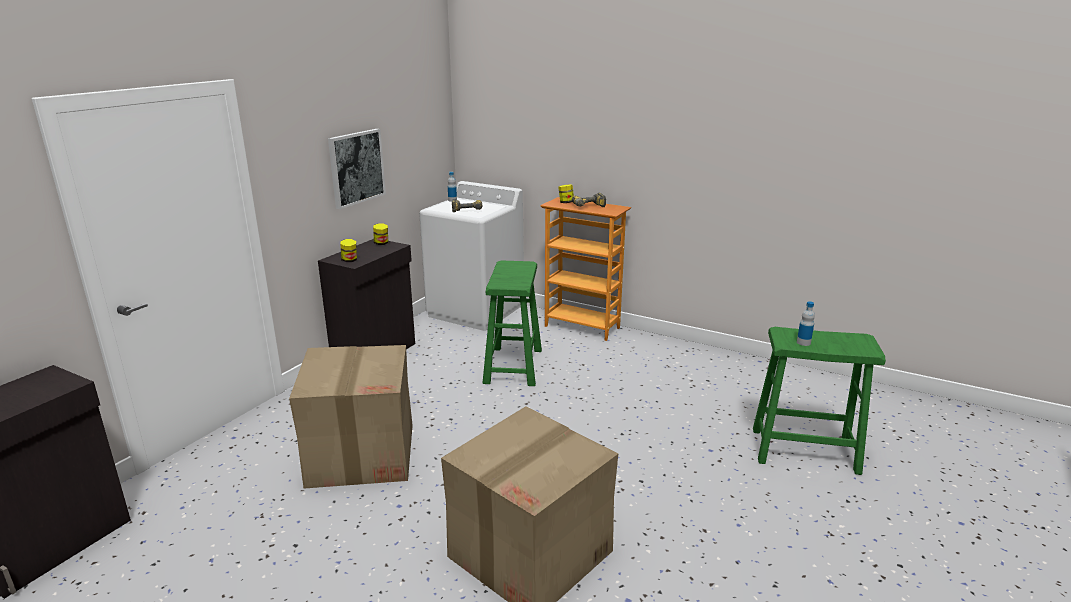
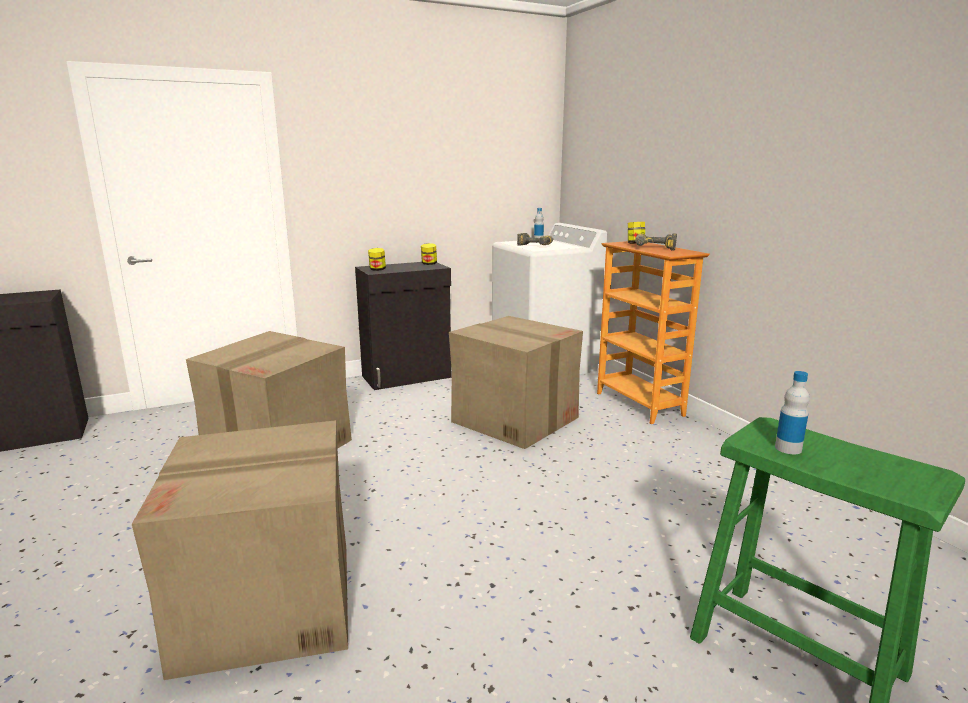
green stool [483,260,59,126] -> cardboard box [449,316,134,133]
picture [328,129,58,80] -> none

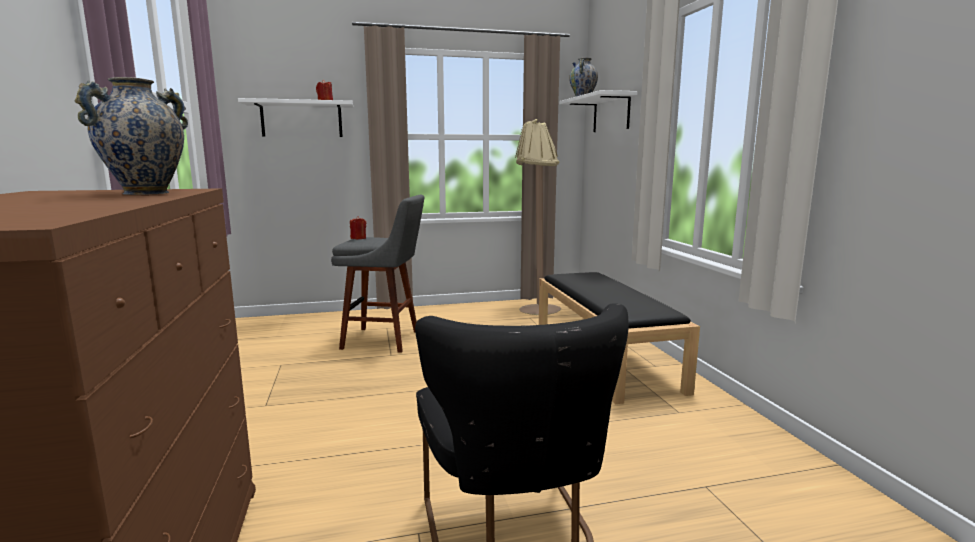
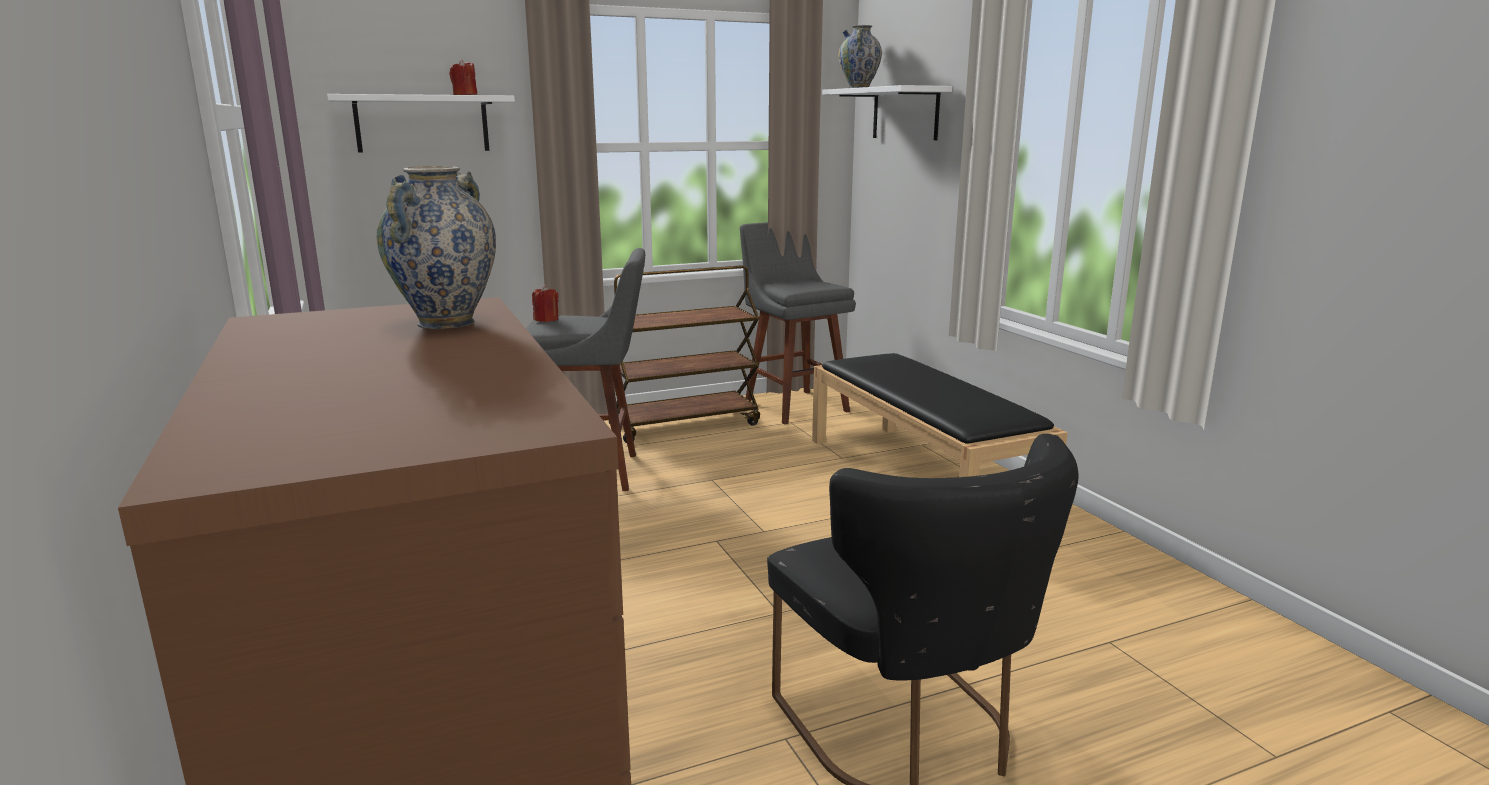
none -> brown cart [609,265,151,178]
beige floor lamp [515,119,46,196] -> grey stool [740,222,116,203]

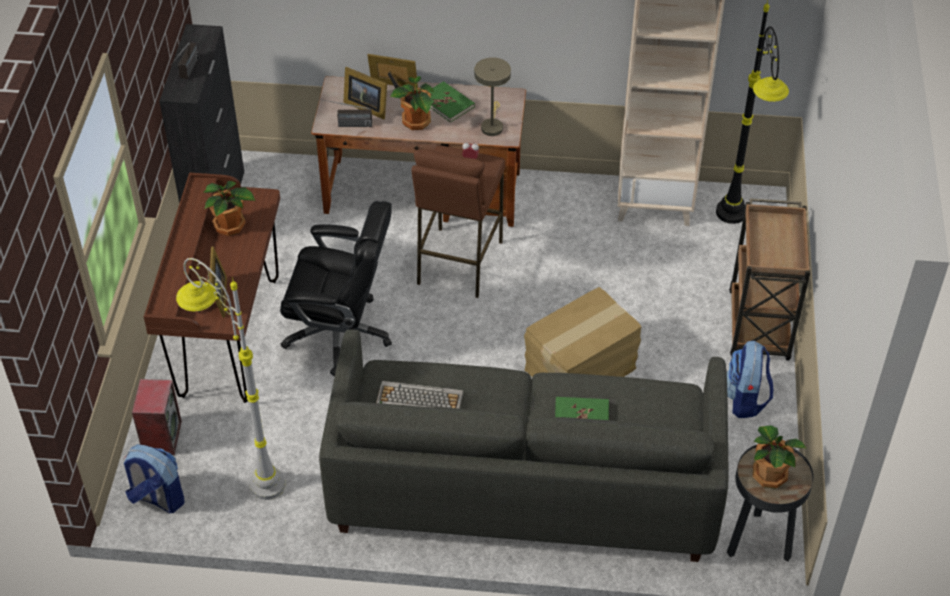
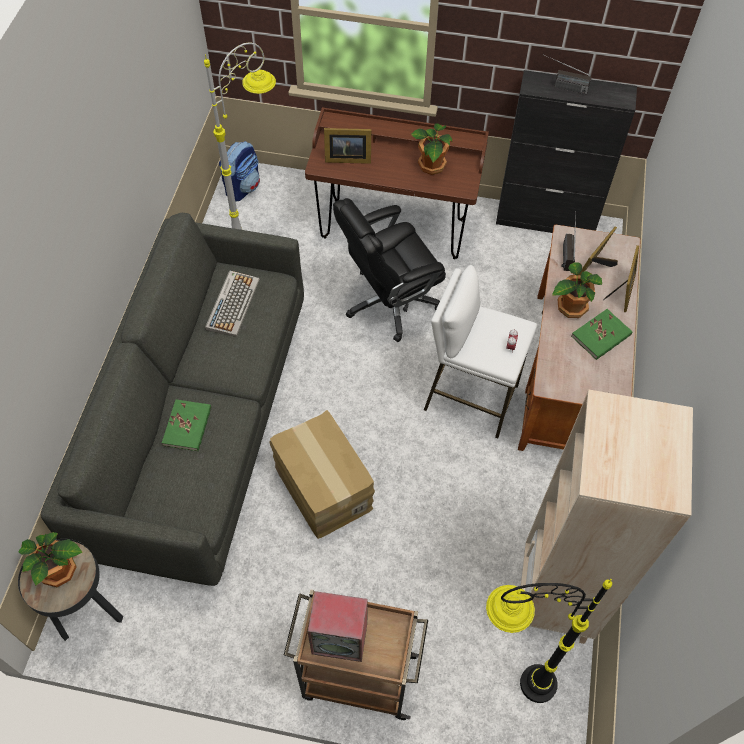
speaker [132,379,50,76] -> speaker [307,591,61,71], shifted
black office chair [280,201,112,176] -> black office chair [333,198,113,144], 45 degrees clockwise
brown stool [411,145,94,153] -> white stool [424,265,113,173]
beige table lamp [474,57,37,79] -> none
backpack [727,341,46,77] -> none

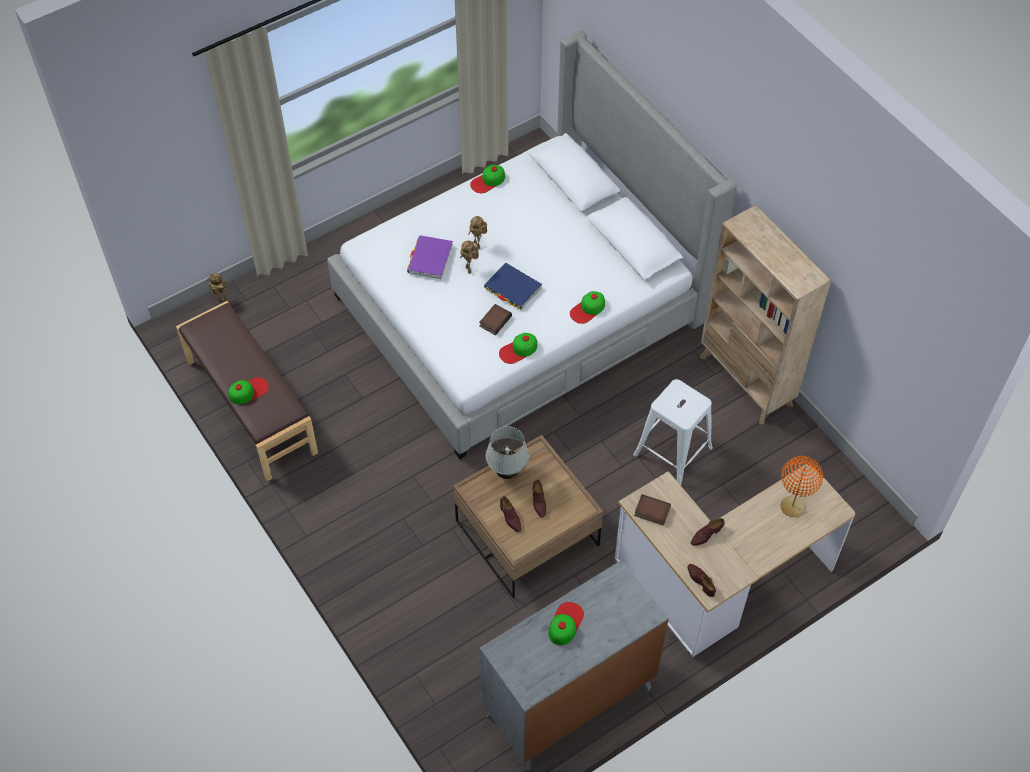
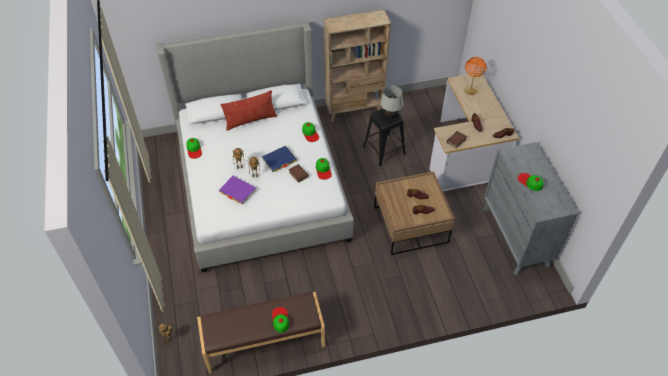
none -> pillow [221,90,56,41]
white stool [633,379,80,106] -> black stool [363,109,43,58]
white table lamp [486,426,43,53] -> white table lamp [380,86,24,32], shifted

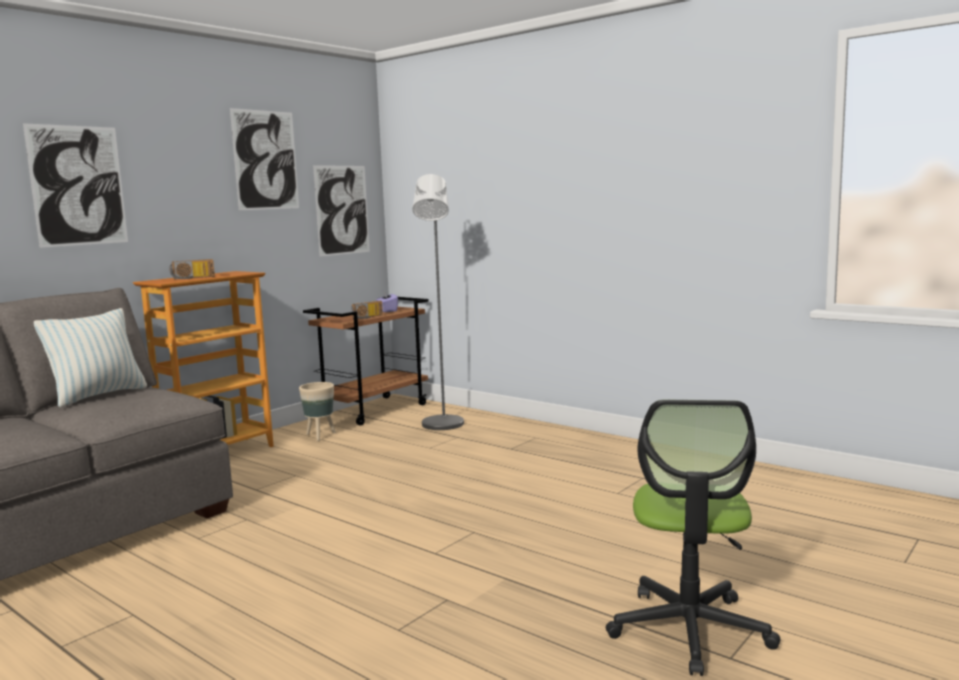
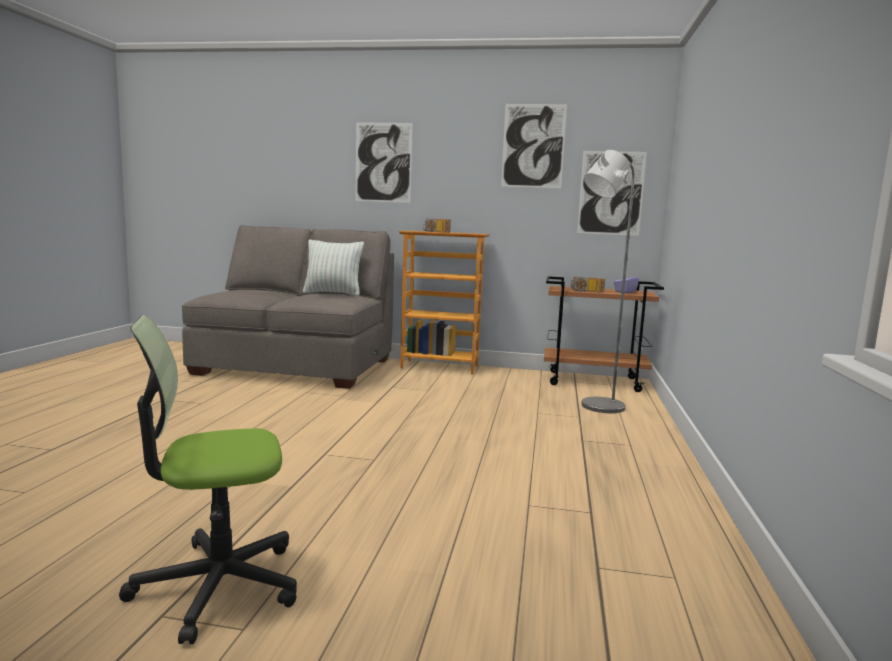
beige planter [299,382,37,59] -> none

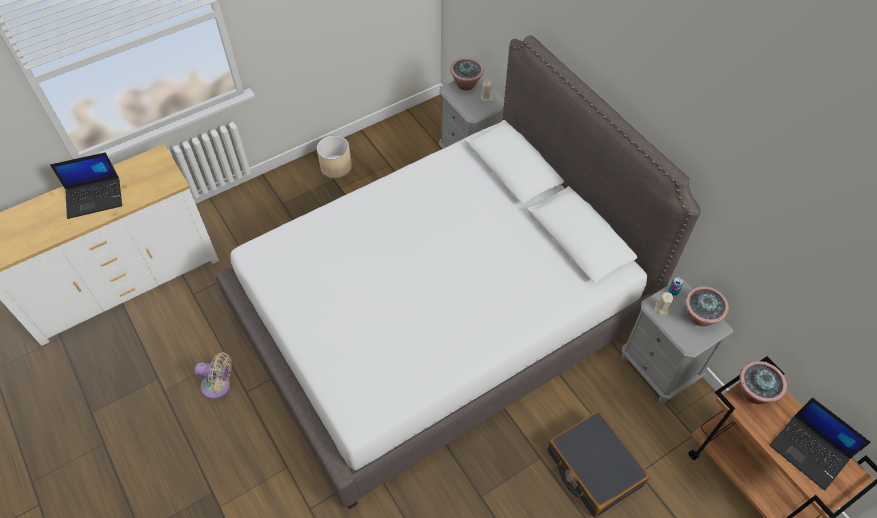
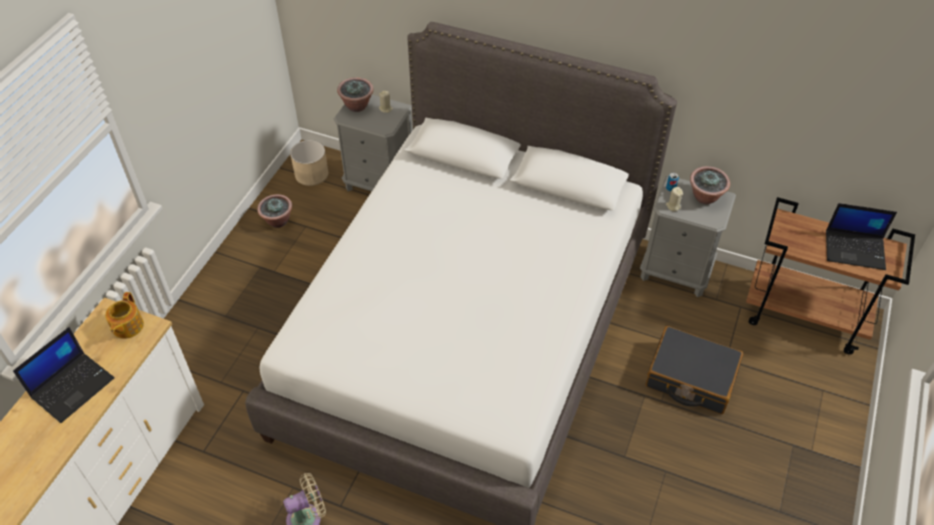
none -> teapot [105,292,39,47]
potted plant [740,361,47,43] -> potted plant [257,194,35,34], shifted
beige planter [317,135,35,43] -> beige planter [290,140,38,46], shifted

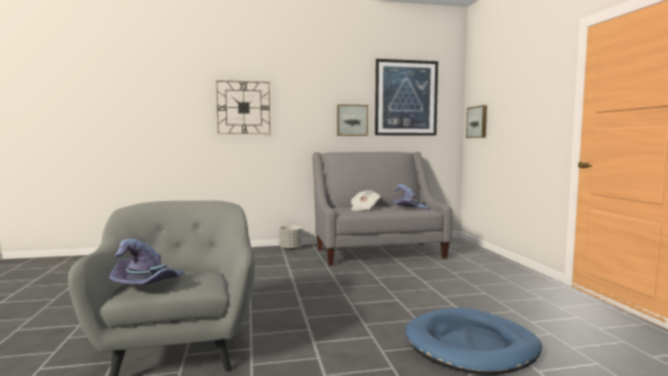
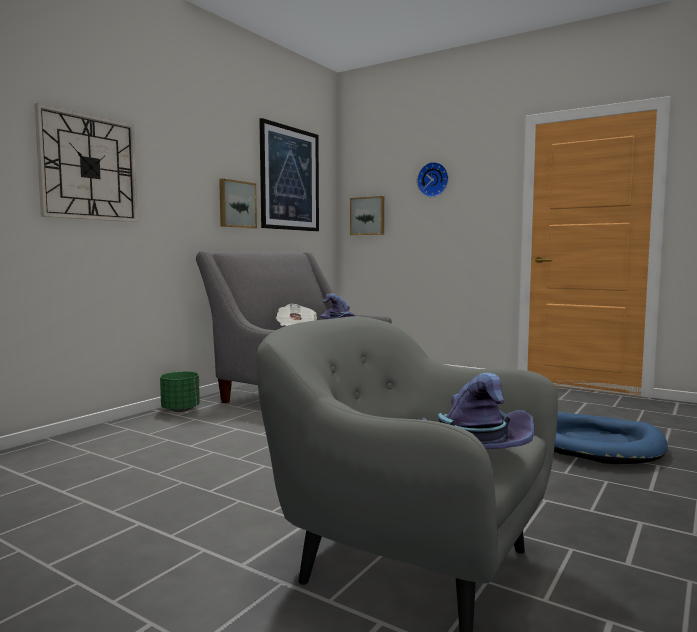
grey planter [279,225,23,25] -> green planter [160,371,40,41]
none -> wall clock [417,162,32,35]

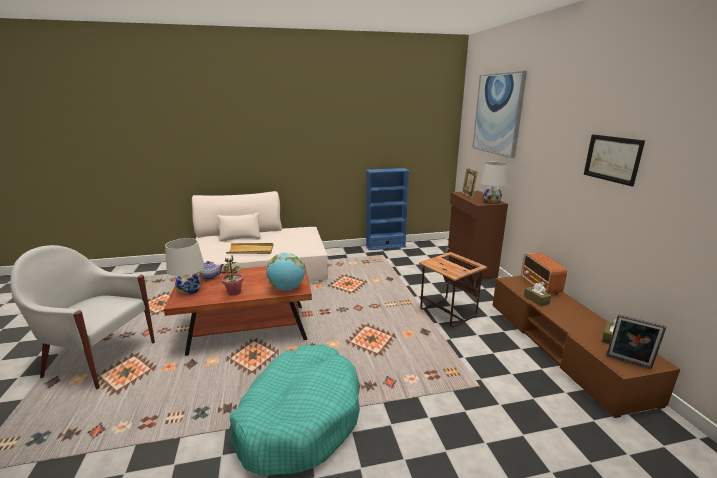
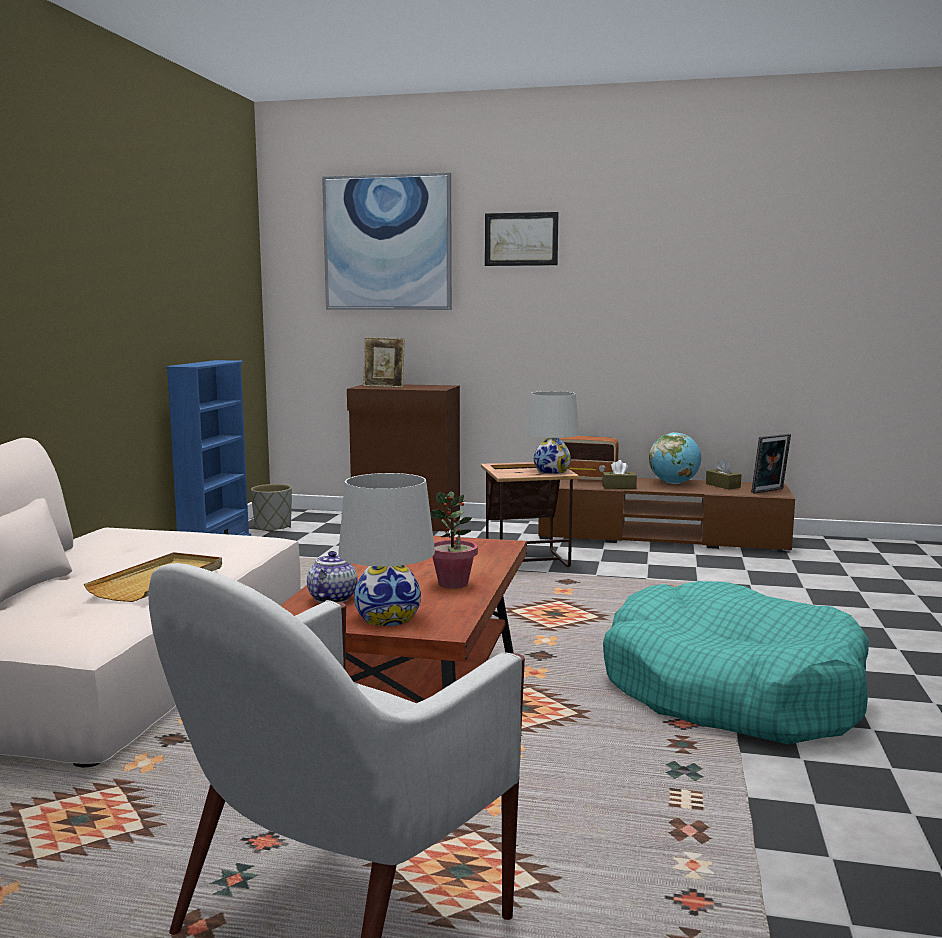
none -> grey planter [251,484,41,48]
picture [584,134,61,53] -> picture [485,212,74,54], shifted
white table lamp [481,162,27,41] -> white table lamp [526,391,53,83], shifted
globe [266,253,39,38] -> globe [649,432,52,52], shifted

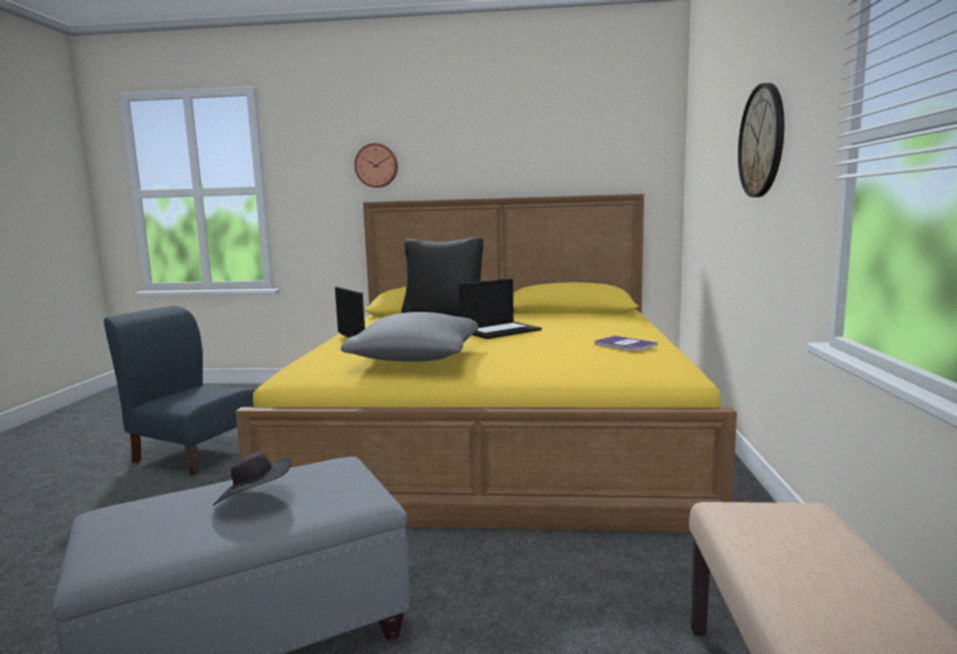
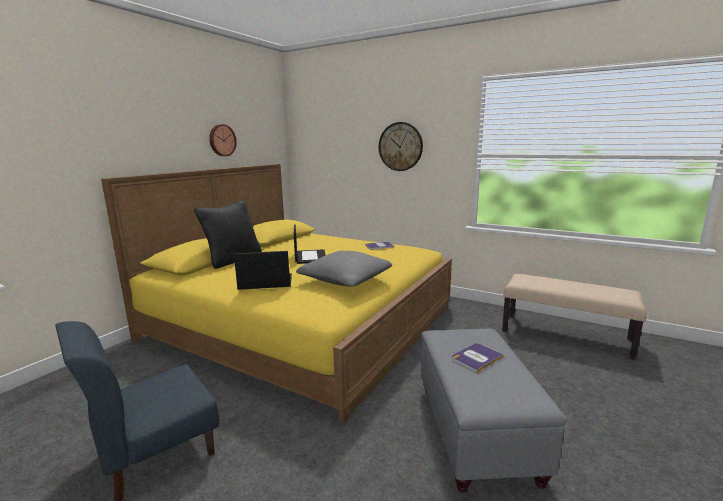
wall clock [354,143,44,45] -> wall clock [209,124,28,32], shifted
black hat [212,452,80,54] -> book [452,343,51,30]

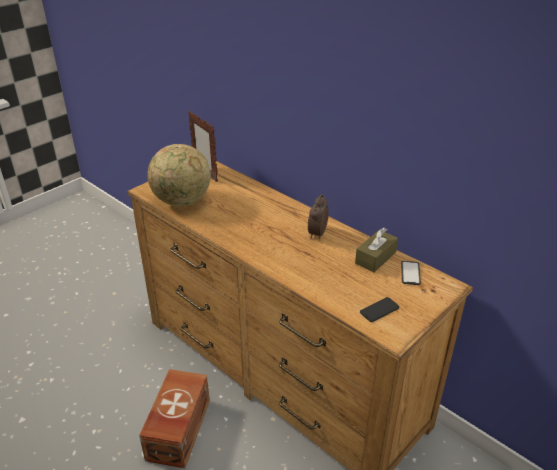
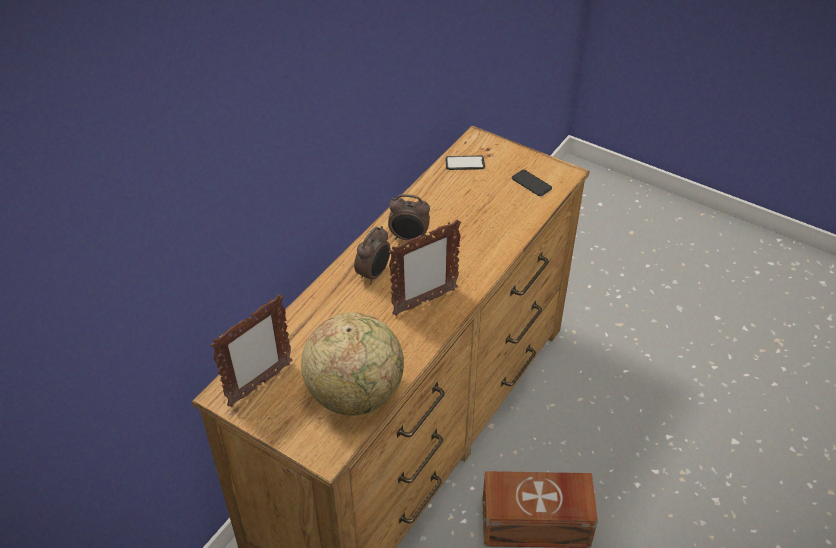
none -> alarm clock [354,226,36,58]
none -> picture frame [388,219,73,97]
brown tissue box [355,228,43,44] -> none

